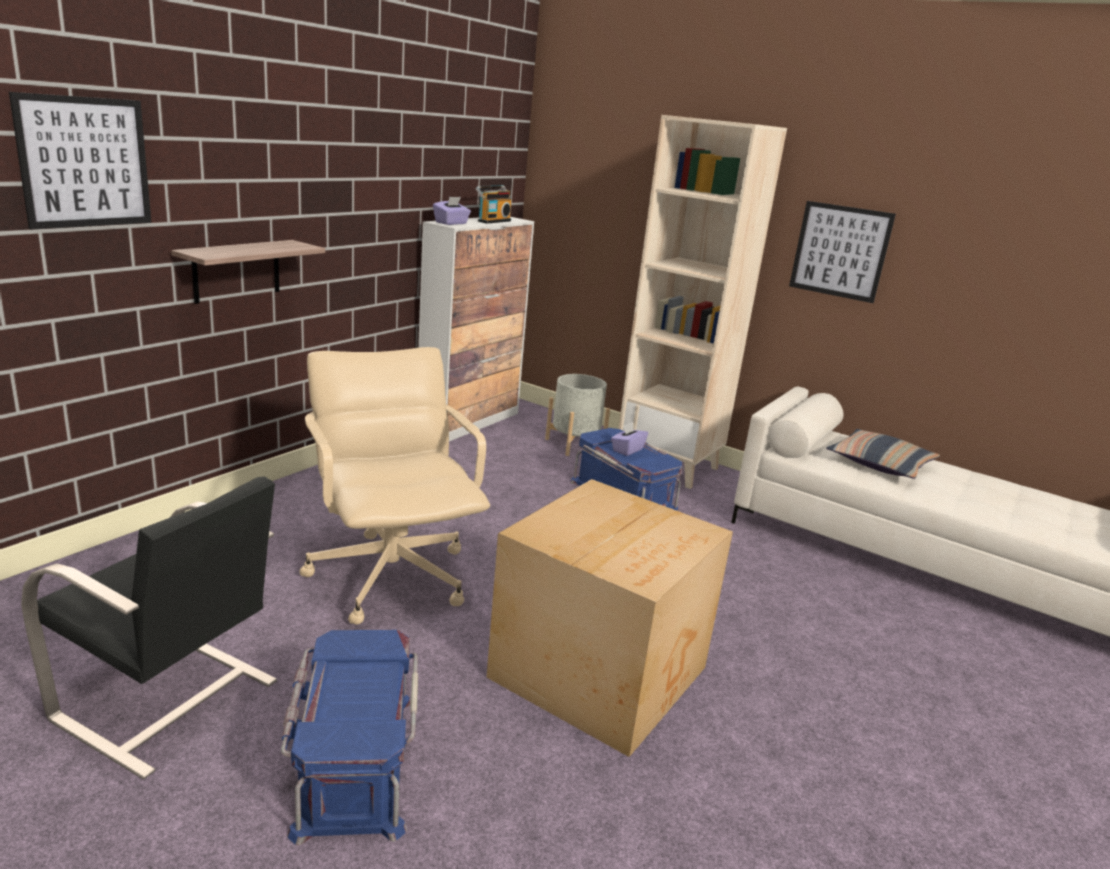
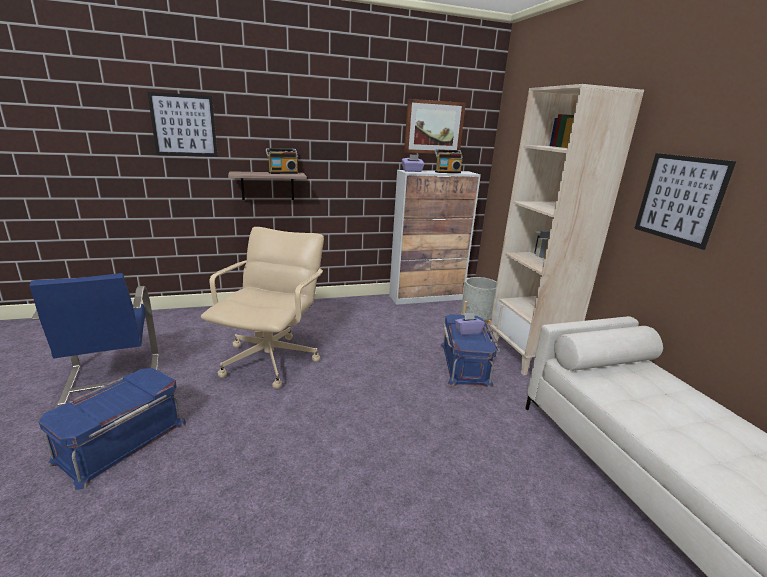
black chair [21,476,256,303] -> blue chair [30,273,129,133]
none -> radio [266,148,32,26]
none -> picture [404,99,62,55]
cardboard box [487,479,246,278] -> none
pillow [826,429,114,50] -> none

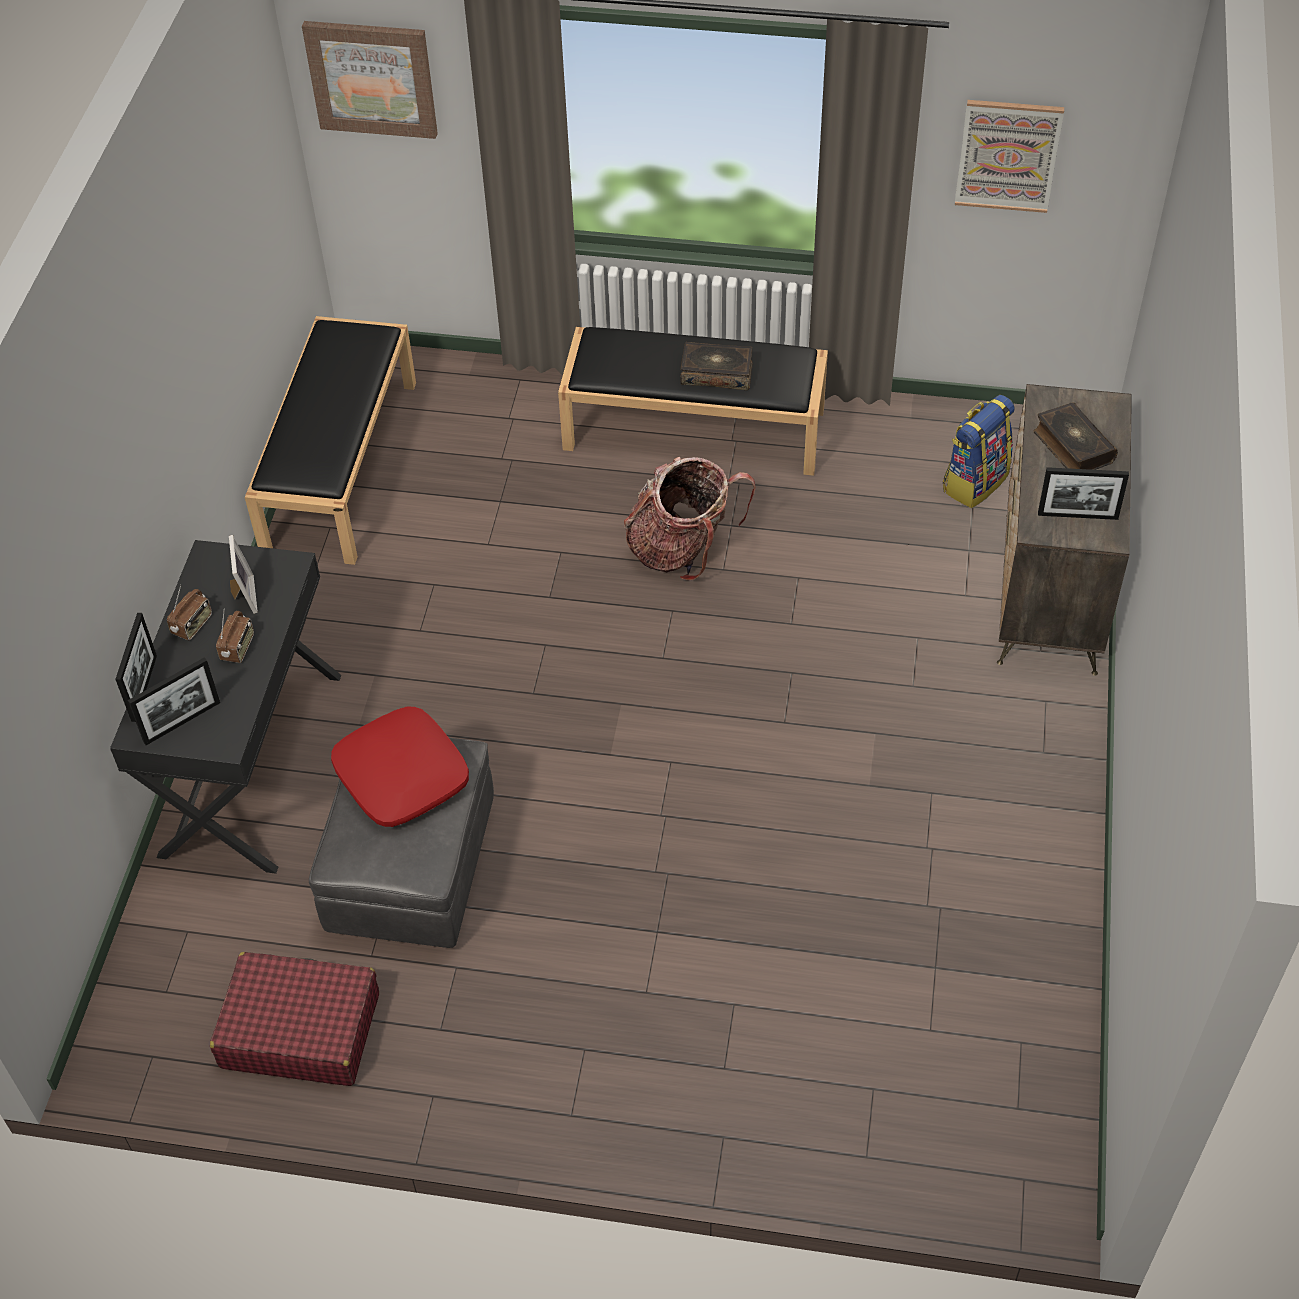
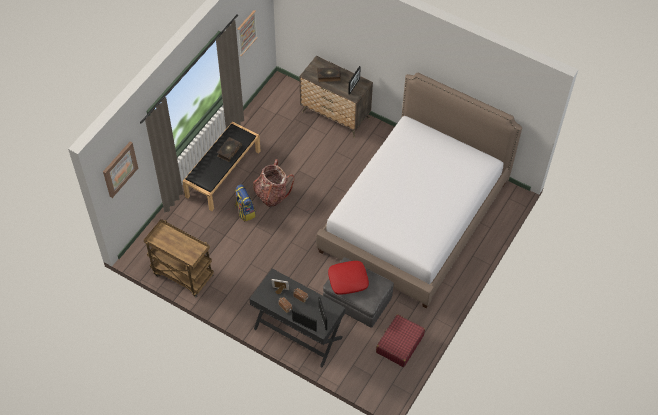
black bench [245,316,171,249] -> brown cart [144,219,70,78]
backpack [943,395,71,113] -> backpack [235,184,21,37], shifted
none -> bed [316,73,206,235]

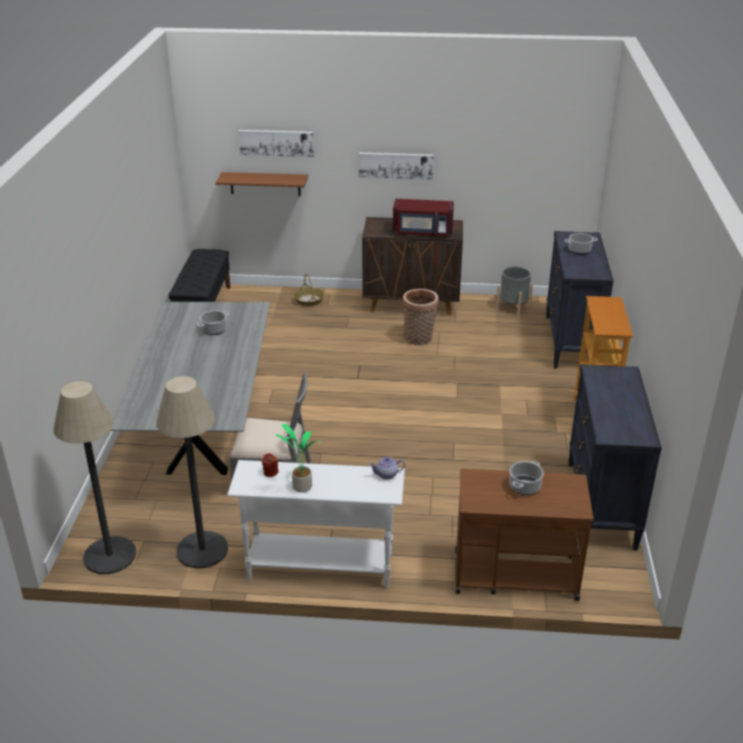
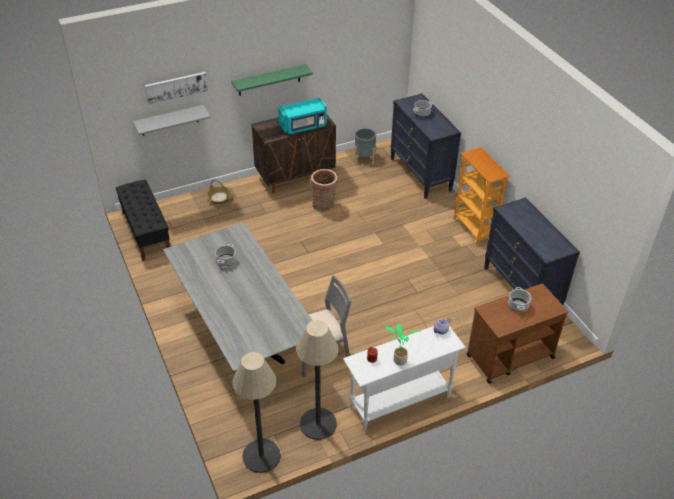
brown shelf [216,172,92,24] -> grey shelf [133,105,78,30]
picture [359,153,75,27] -> green shelf [231,64,82,32]
red microwave [393,199,61,38] -> turquoise microwave [278,97,49,37]

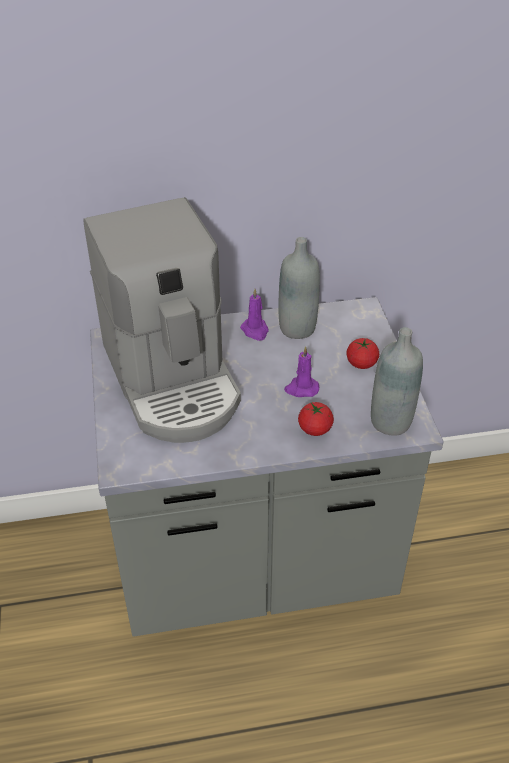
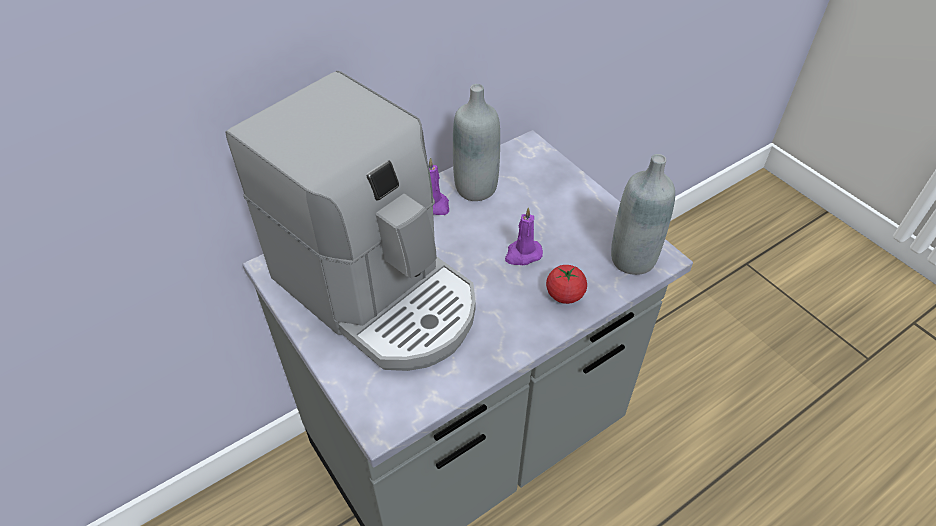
tomato [346,338,33,31] -> none

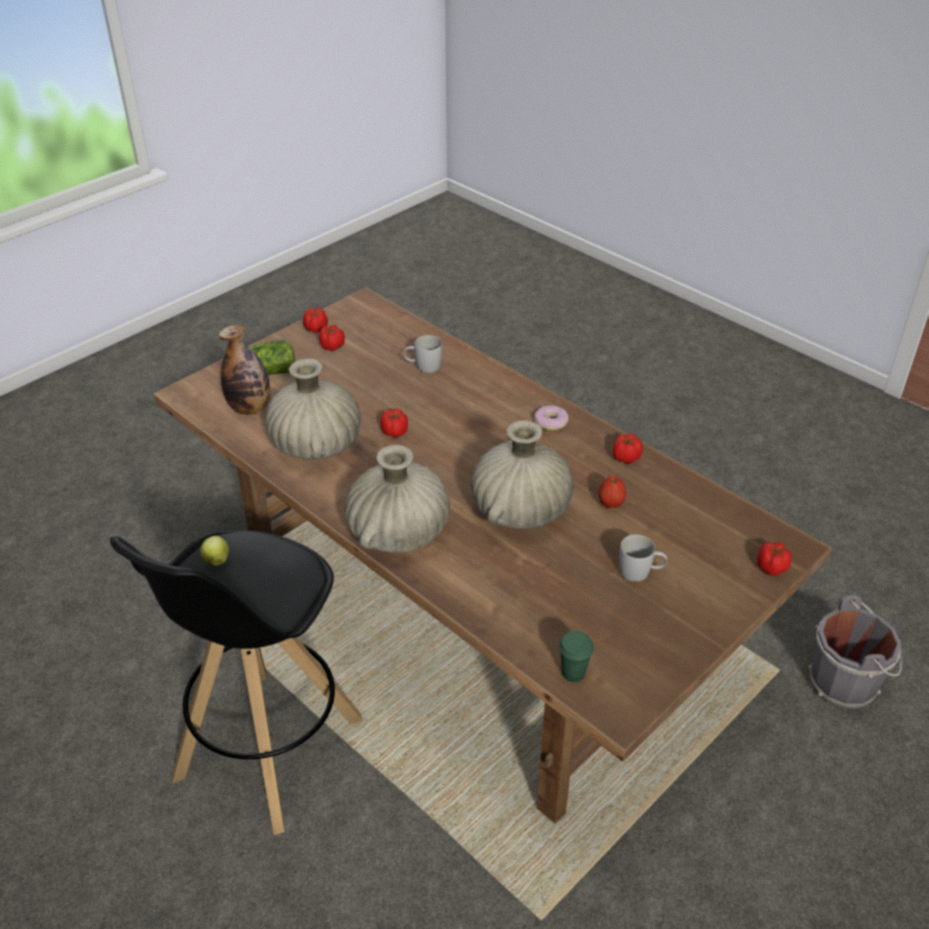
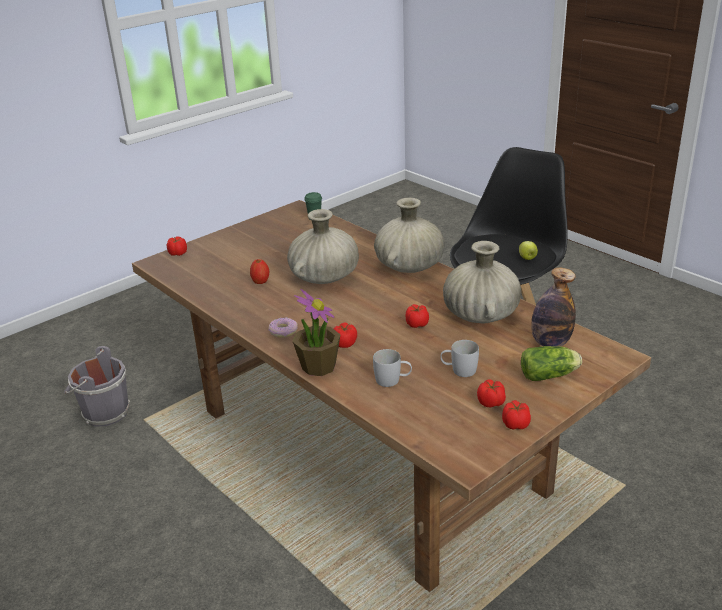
none -> potted plant [293,289,47,87]
tomato [613,433,30,30] -> tomato [334,323,23,25], shifted
white mug [619,535,48,47] -> white mug [440,340,39,37], shifted

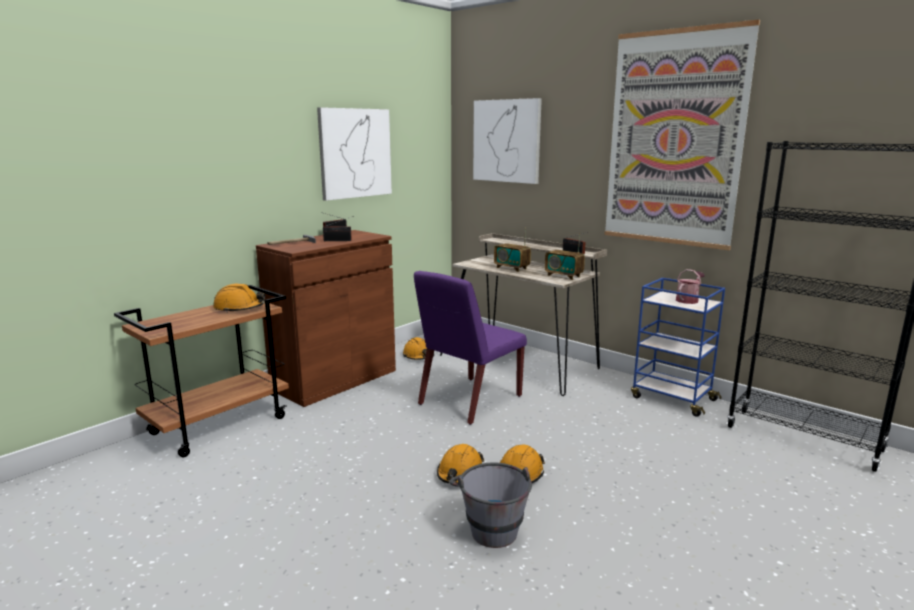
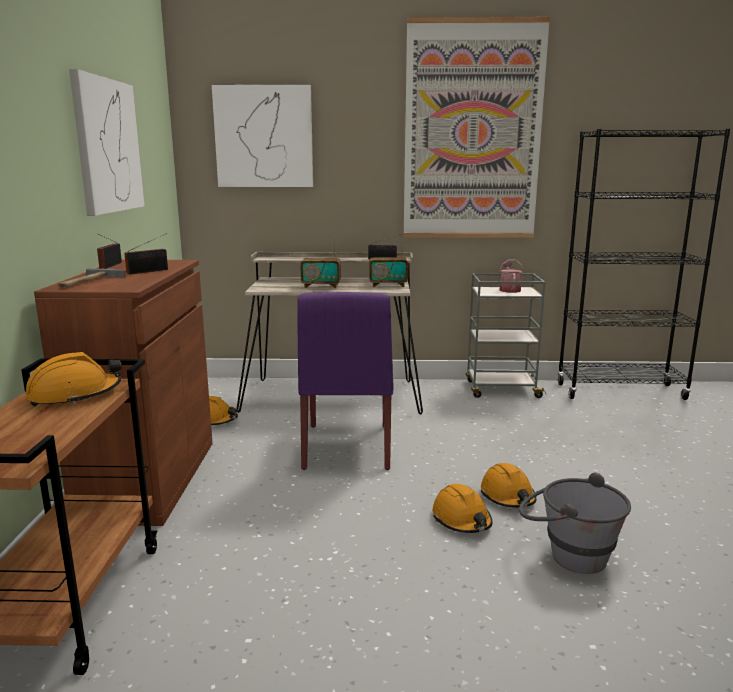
blue cart [631,278,94,139] -> grey cart [465,273,81,125]

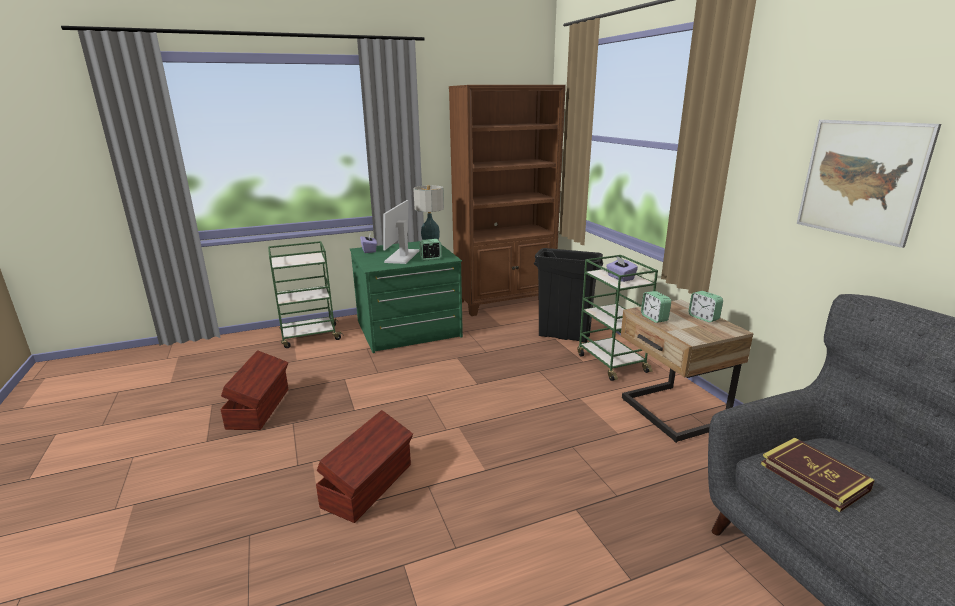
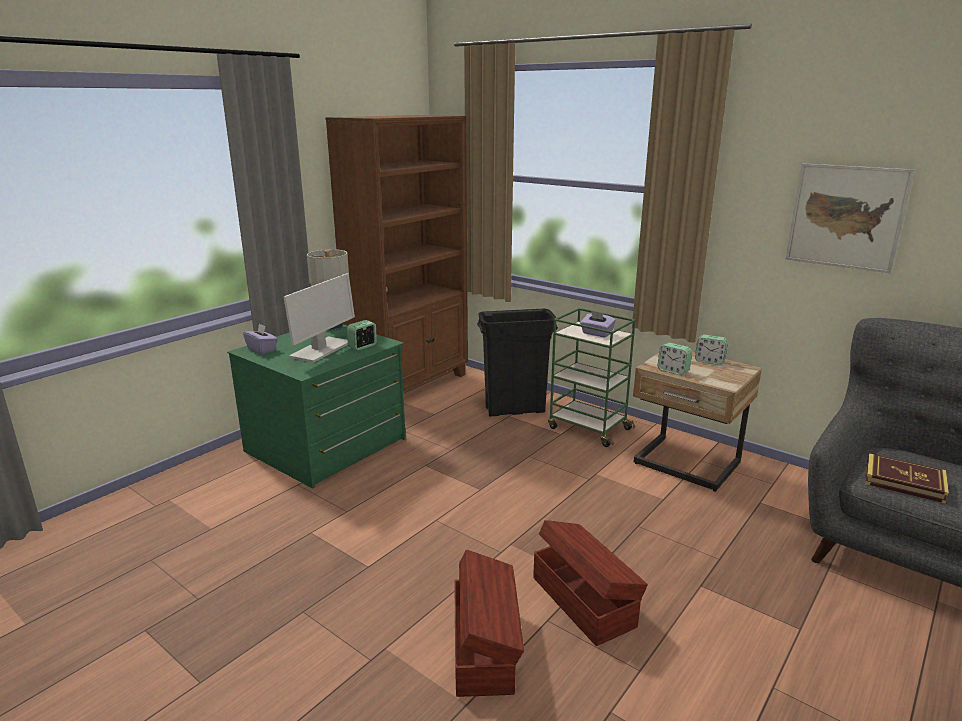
monitor [383,200,36,64] -> monitor [283,273,72,90], 135 degrees counterclockwise
brown storage box [220,350,68,80] -> brown storage box [533,520,115,126], shifted
green cart [268,241,76,107] -> none

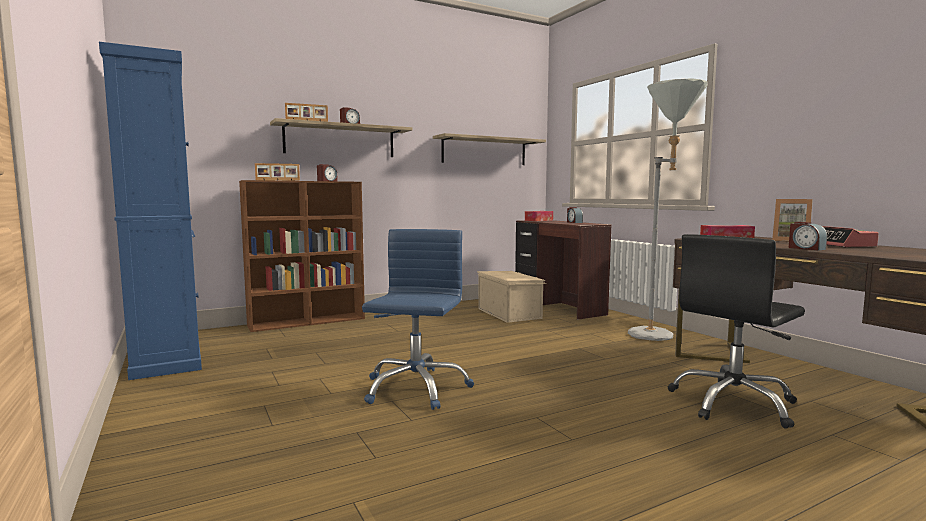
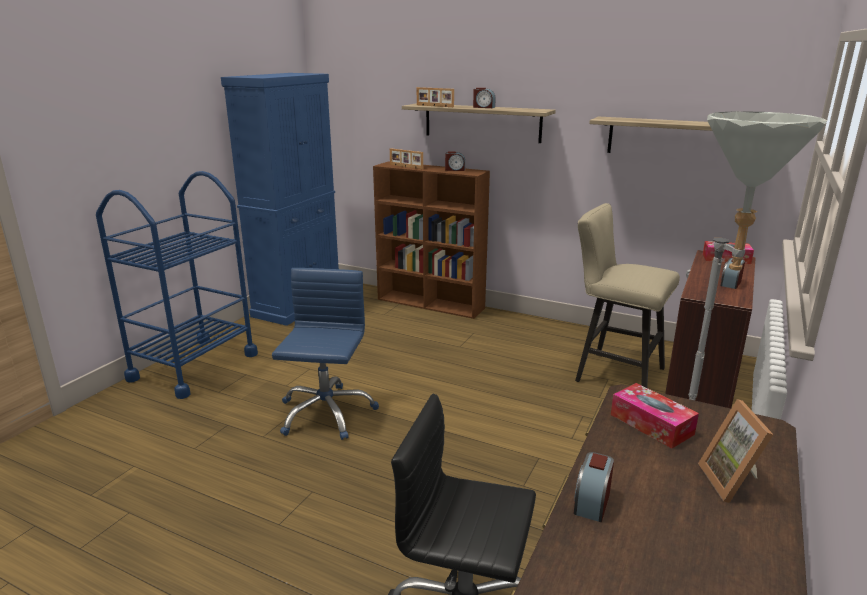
none -> blue cart [96,171,162,228]
blue office chair [362,229,112,181] -> blue office chair [272,268,107,172], 60 degrees counterclockwise
beige storage box [477,271,70,52] -> beige stool [575,203,105,185]
alarm clock [822,226,57,21] -> none

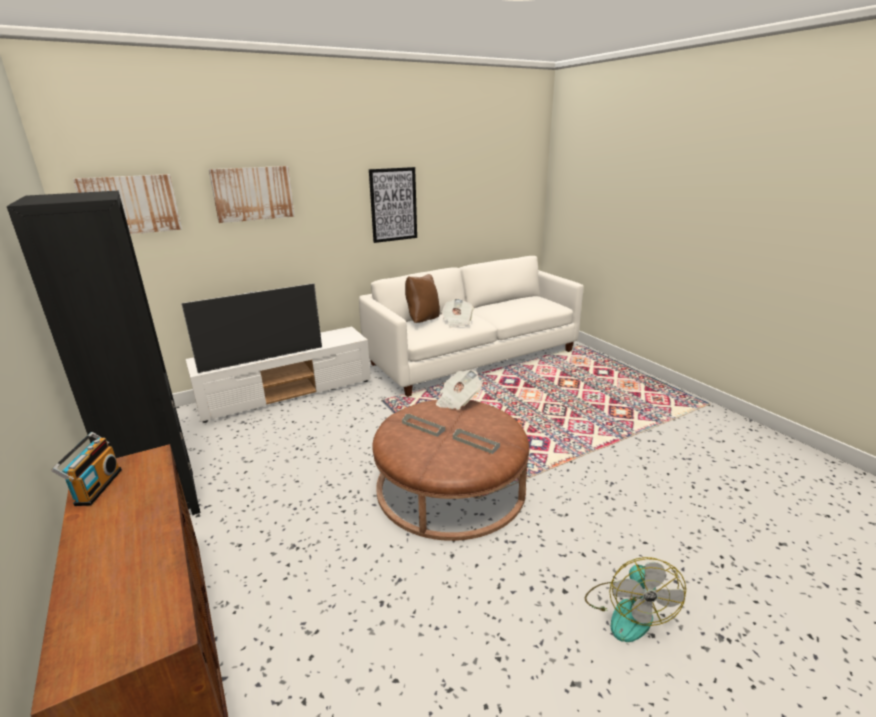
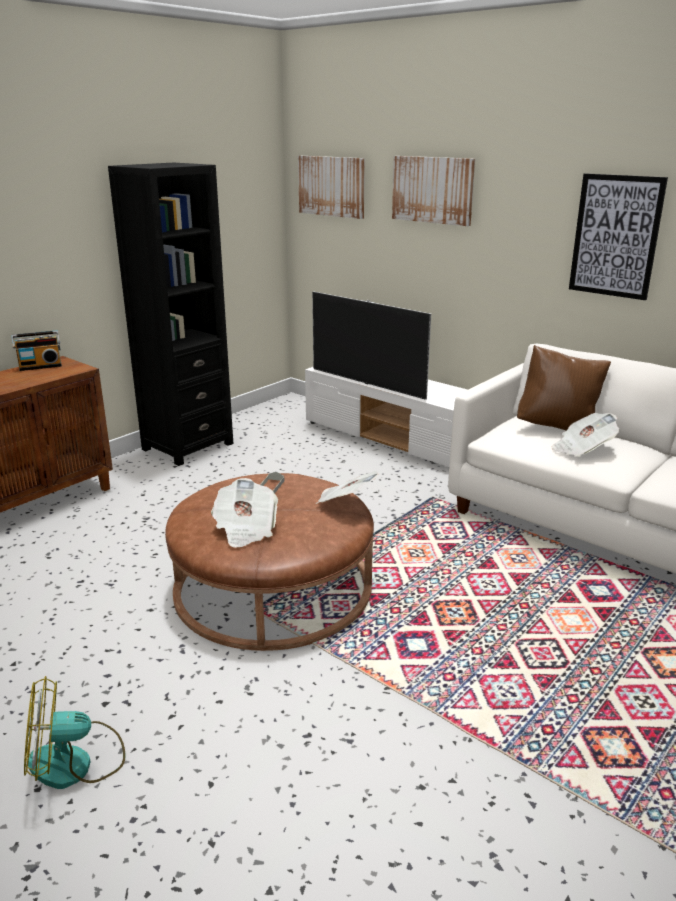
grey tray [453,429,47,25] -> newspaper [211,478,67,70]

